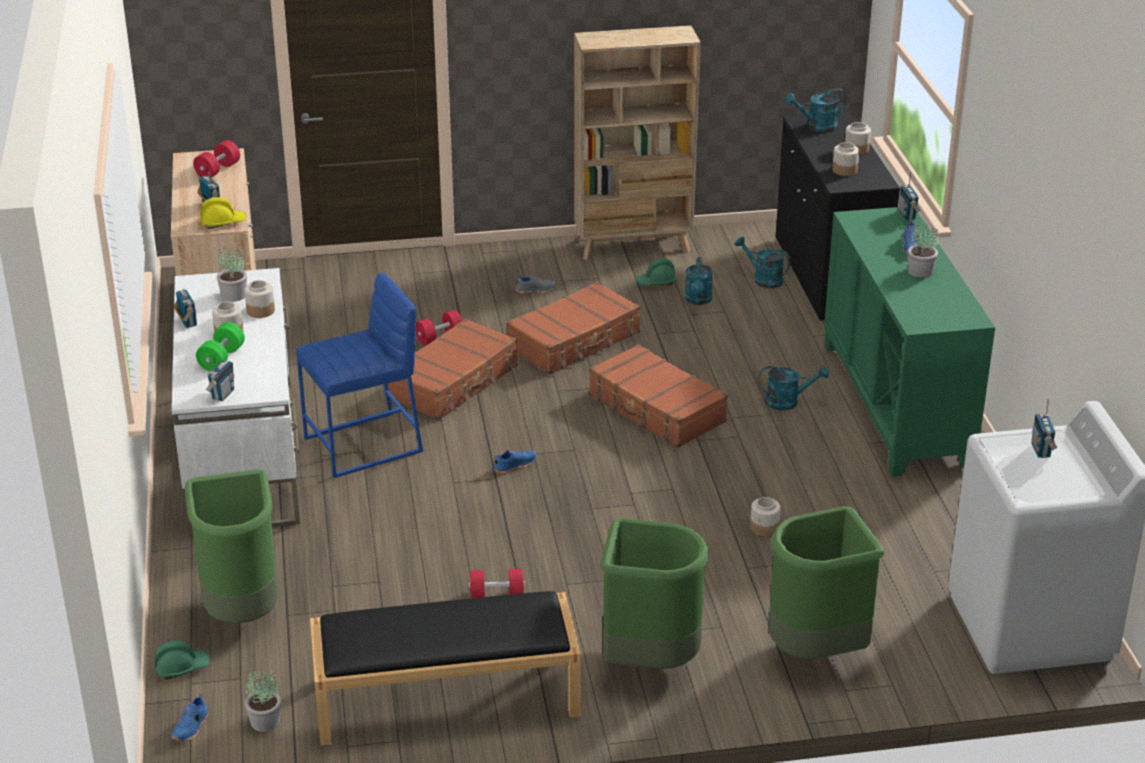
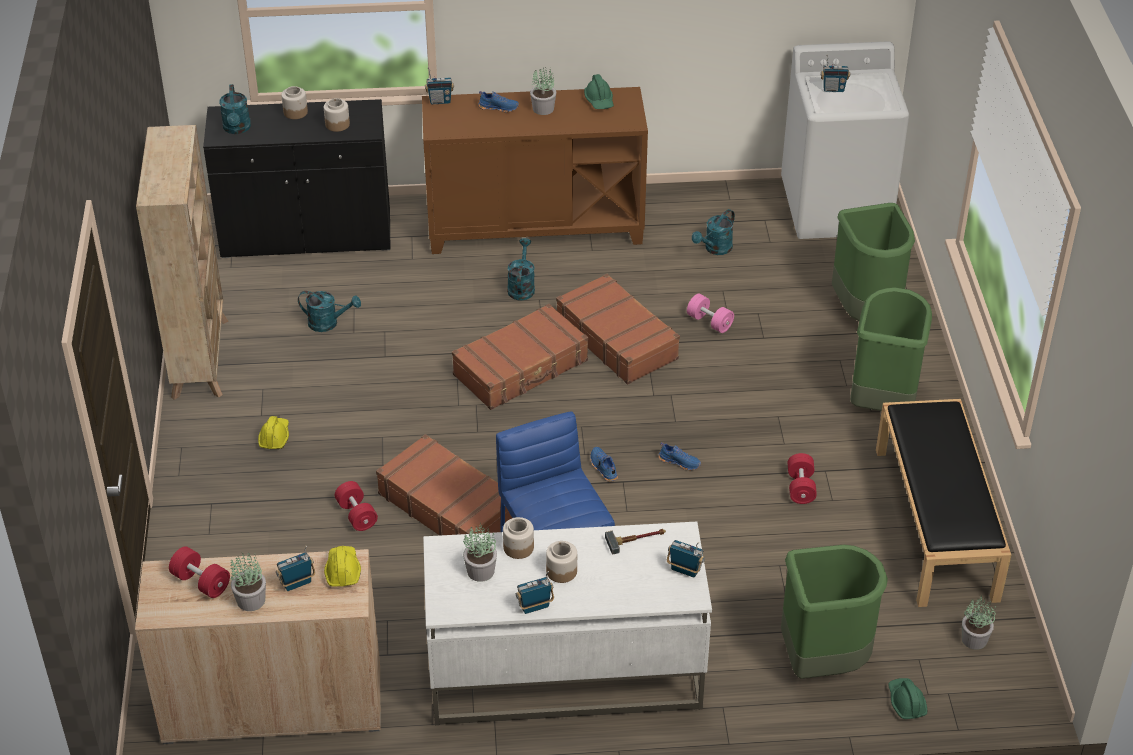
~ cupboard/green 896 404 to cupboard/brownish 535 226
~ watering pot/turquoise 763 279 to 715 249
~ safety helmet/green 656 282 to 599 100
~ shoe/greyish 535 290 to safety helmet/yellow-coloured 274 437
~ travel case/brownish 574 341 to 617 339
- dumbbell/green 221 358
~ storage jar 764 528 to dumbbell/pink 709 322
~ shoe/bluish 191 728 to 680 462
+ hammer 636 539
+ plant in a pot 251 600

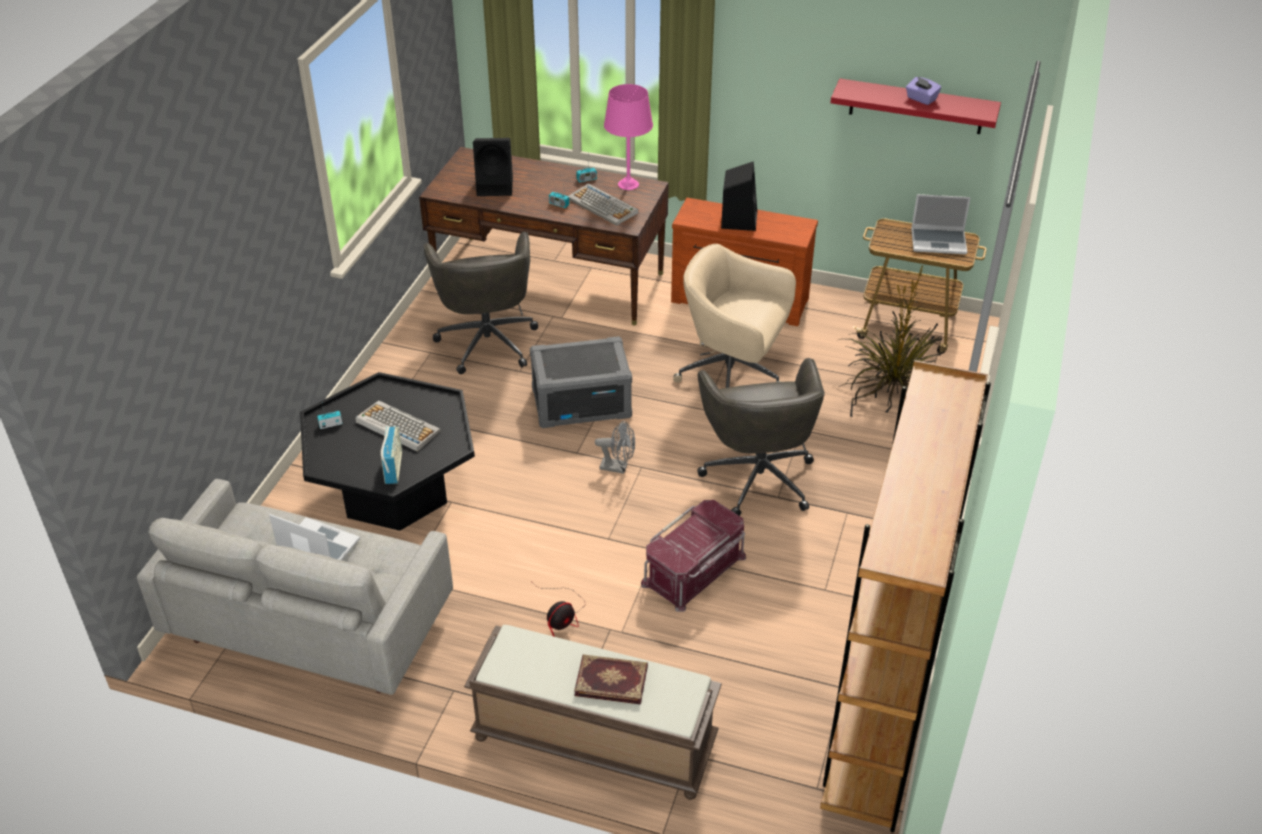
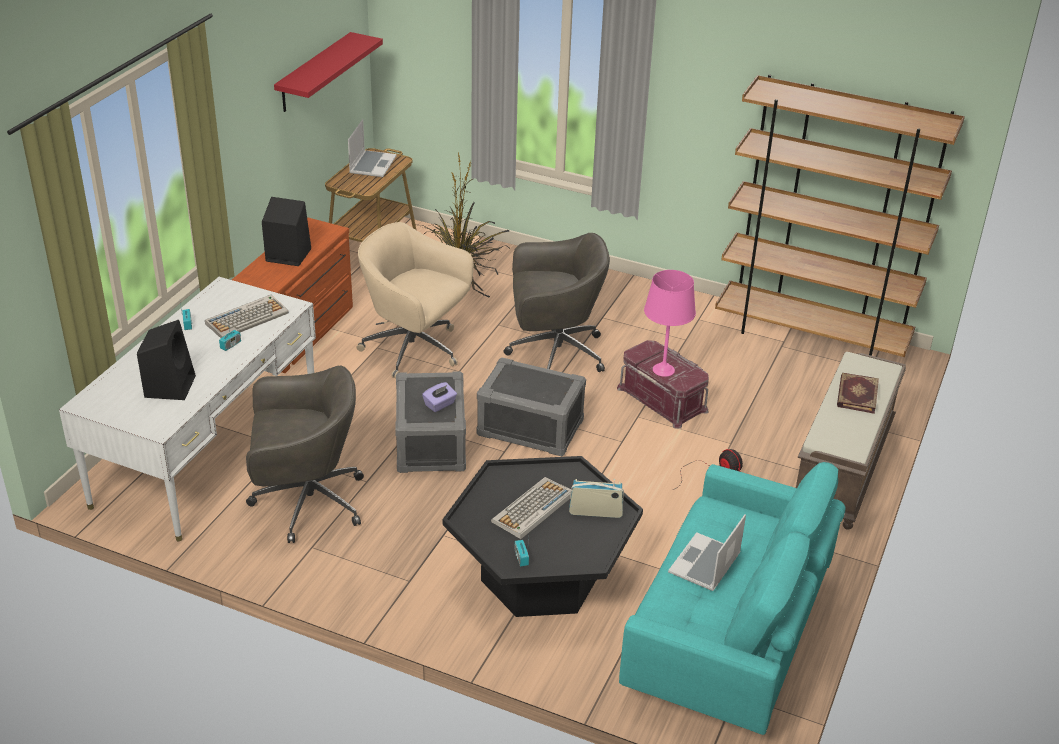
~ tissue box/purplish 921 99 to 440 405
~ tabletop lamp/pink 628 184 to 663 370
~ desk/brownish 549 279 to desk/white-coloured 207 451
~ computer chair/beige 733 376 = 414 350 90 degrees clockwise
~ cooling fan/greyish 618 467 to storage bin/greyish 529 428
~ couch/greyish 310 626 to couch/turquoise 727 638

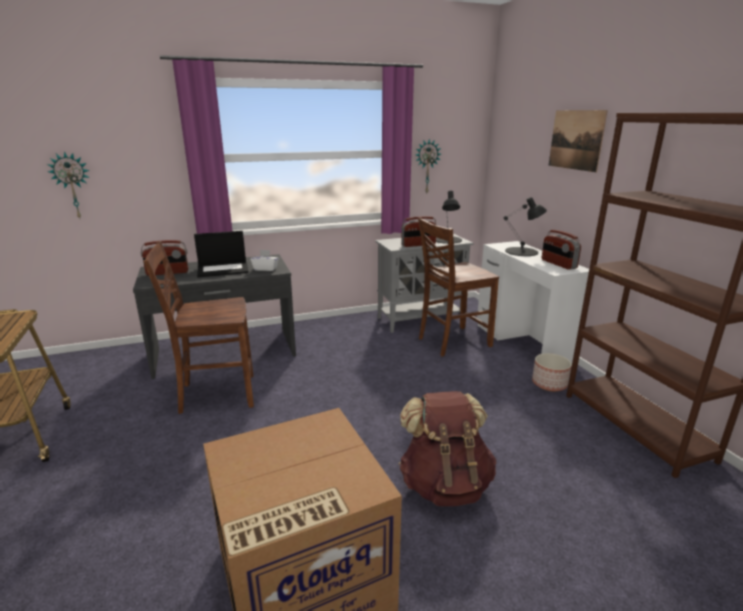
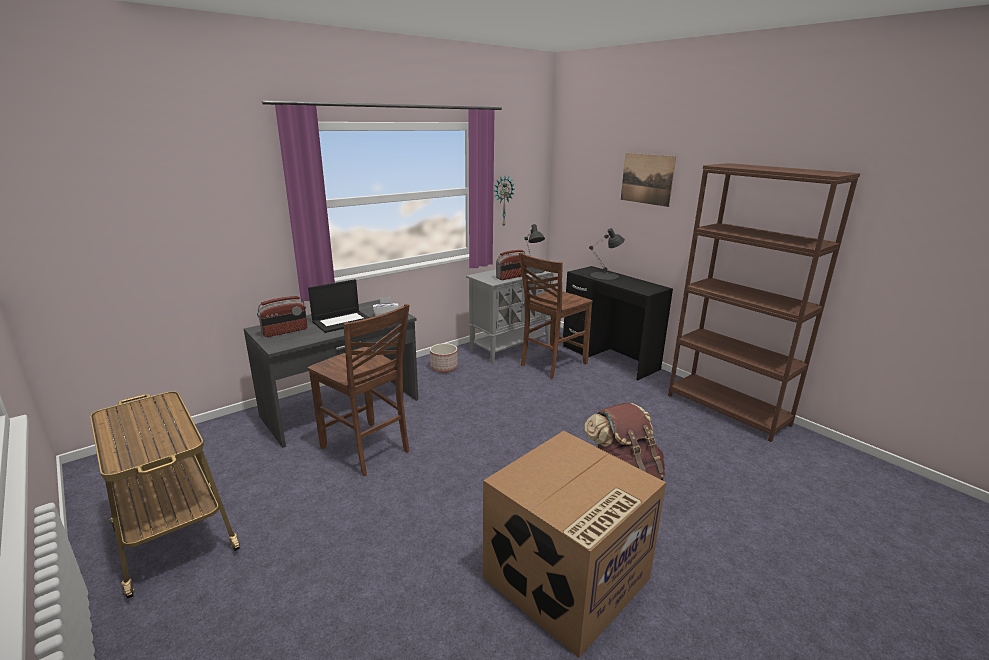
- clock on the wall 73 186
- radio 558 264
~ plain chair/brownish 216 394 = 367 449 105 degrees counterclockwise
~ desk/white-coloured 522 344 to desk/black-coloured 609 357
~ planter 549 384 to 444 367

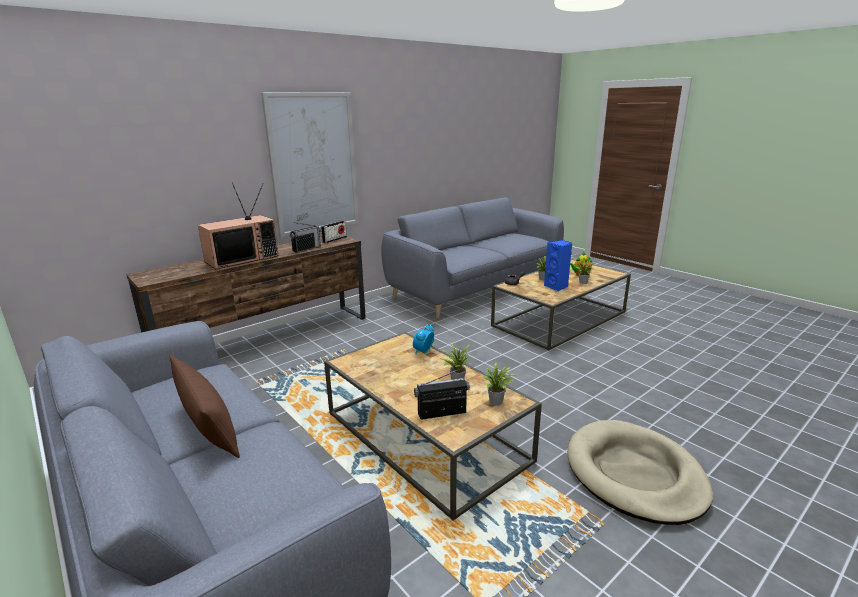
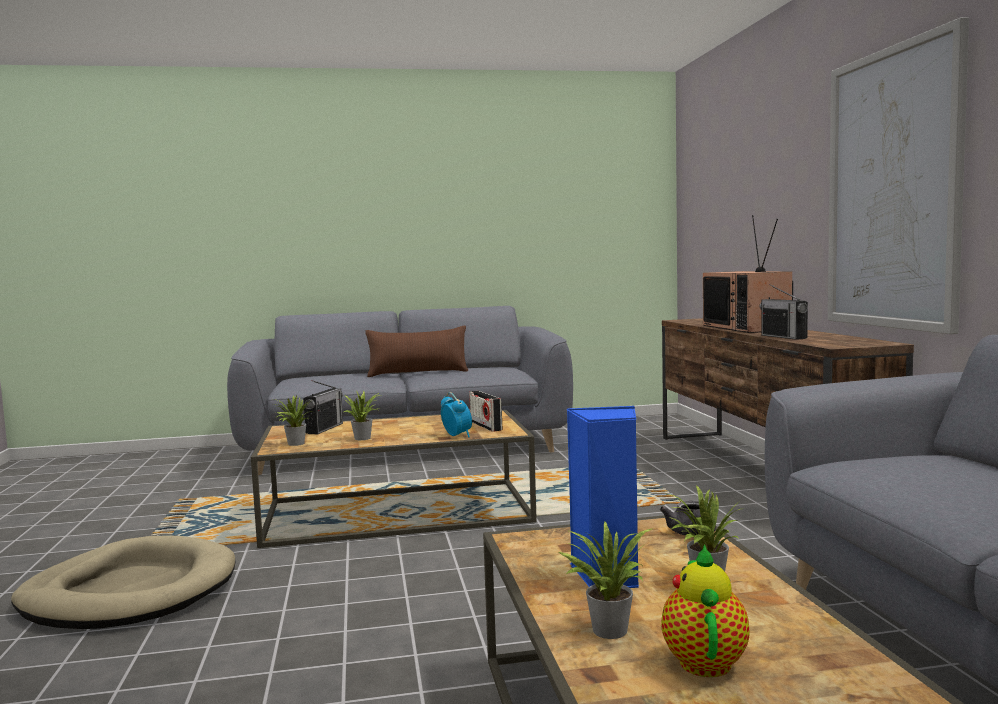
~ radio 334 239 to 485 426

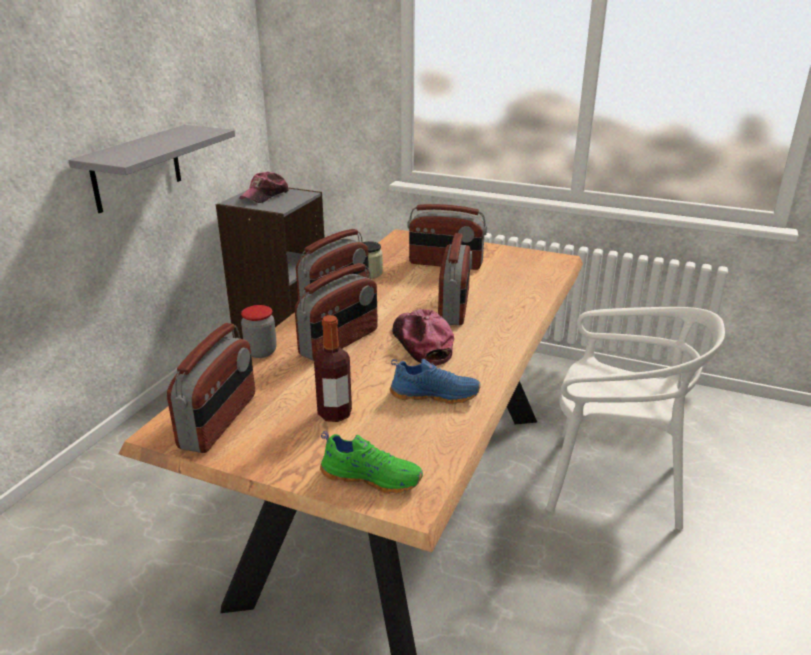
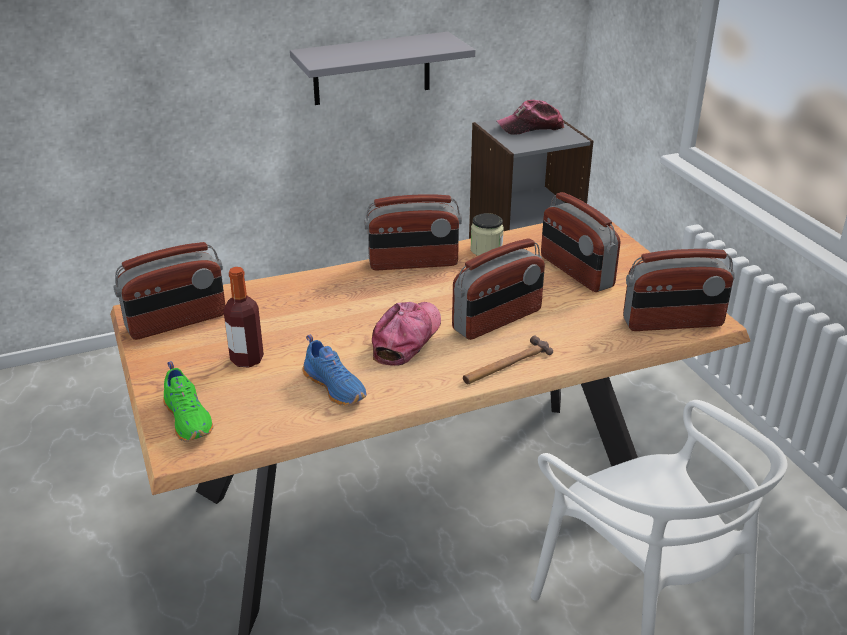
~ radio 340 342 to 673 323
- storage jar 261 352
+ hammer 506 365

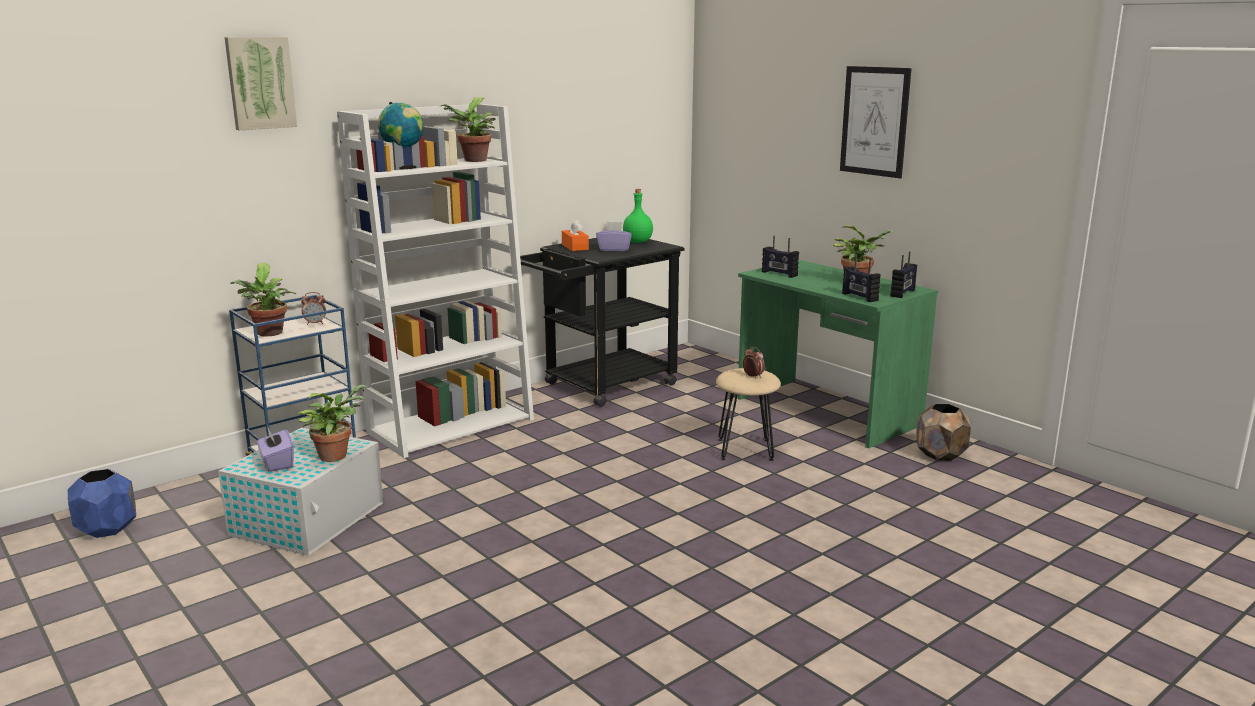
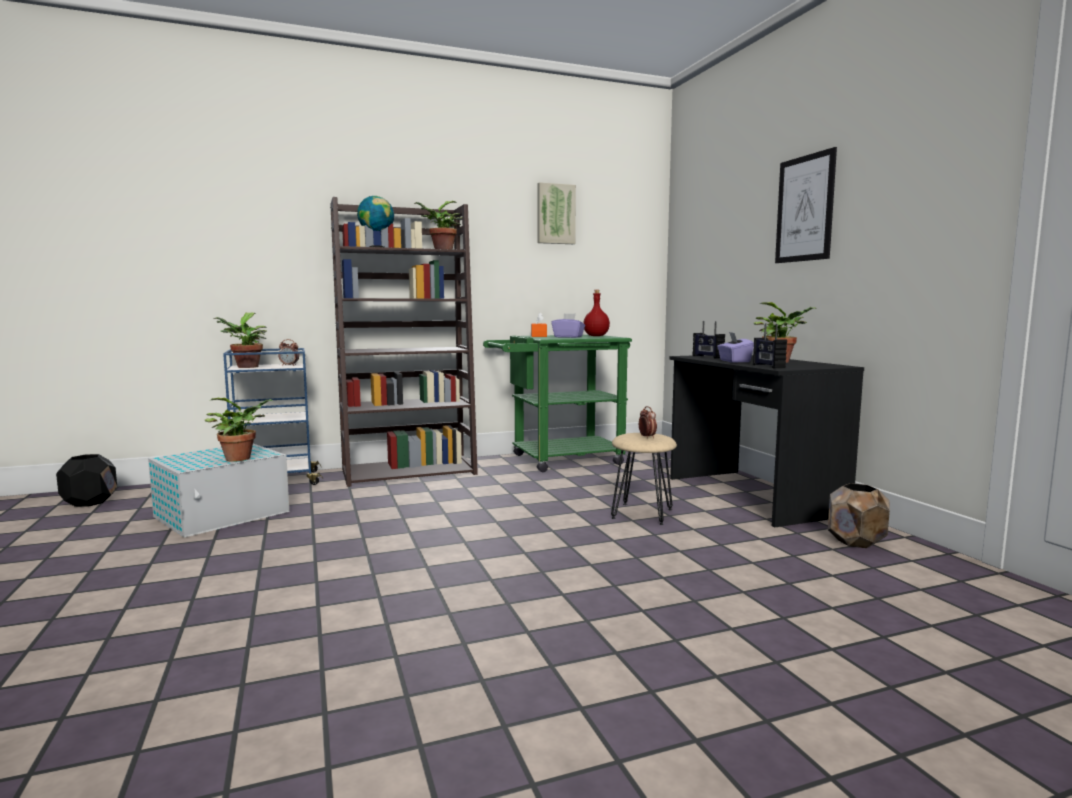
~ wall art 260 83 to 555 214
~ shelving unit/white-coloured 452 425 to shelving unit/brownish 410 471
~ beverage bottle/green 638 242 to beverage bottle/reddish 596 336
~ wheeled cart/black-coloured 601 386 to wheeled cart/green 557 460
- radio 903 293
~ desk/green 826 412 to desk/black-coloured 751 496
~ tissue box/purplish 277 463 to 734 361
~ planter/bluish 108 529 to planter/black-coloured 90 502

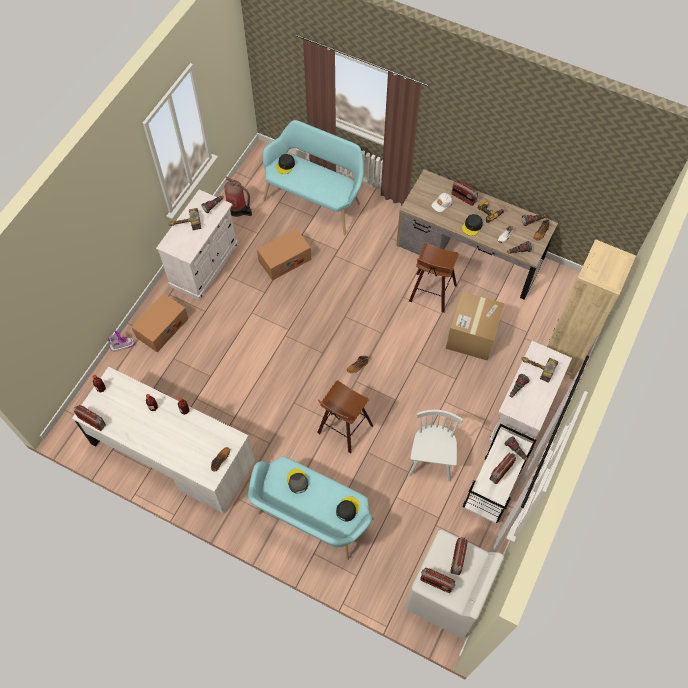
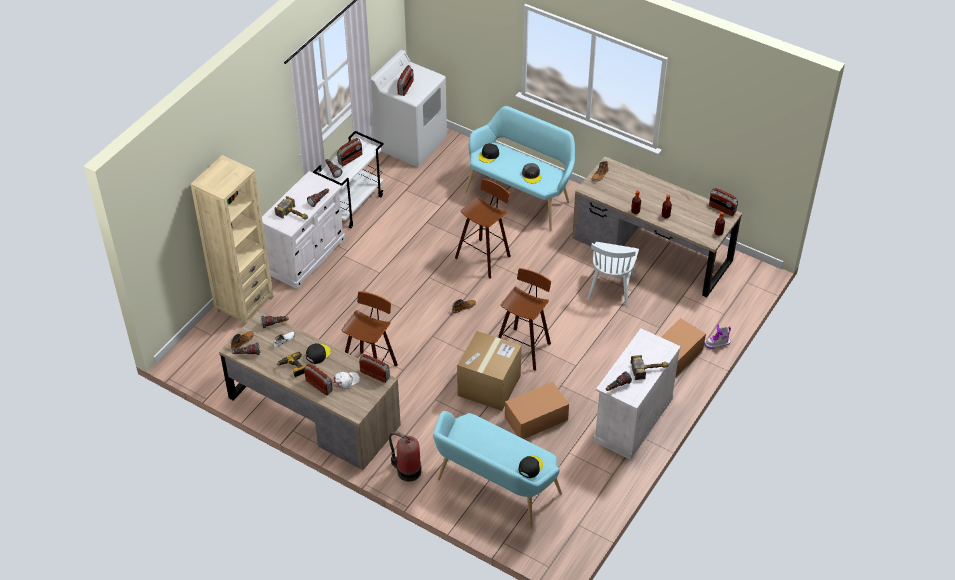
~ fire extinguisher 238 209 to 407 470
~ carton 471 336 to 489 386
~ desk/white-coloured 172 452 to desk/brownish 652 250
~ plain chair/white-coloured 431 457 to 611 286
~ radio 436 583 to 375 374
+ stool 523 347

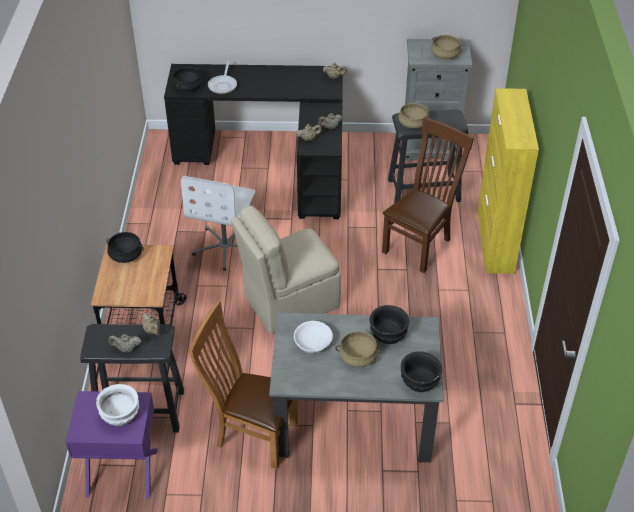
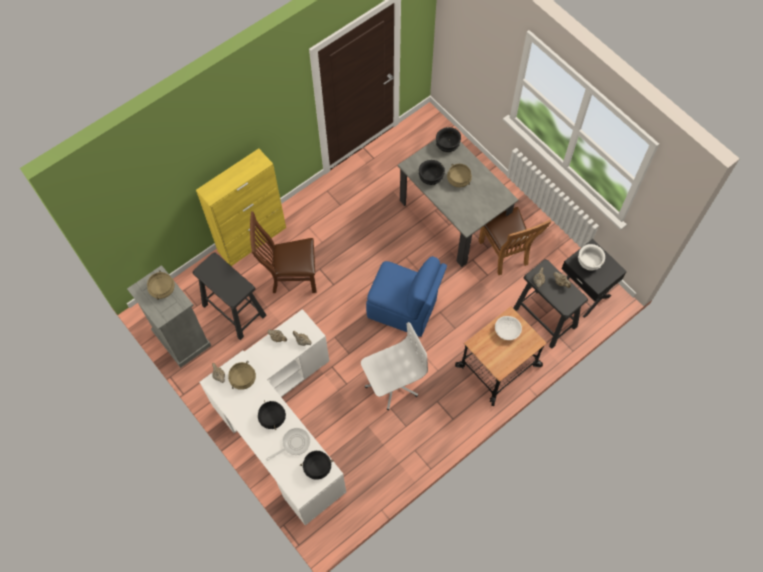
~ desk/black-coloured 274 161 to desk/white-coloured 282 427
~ stockpot/beige 413 123 to 242 378
~ plain chair/beige 289 302 to plain chair/bluish 403 309
~ stockpot/black-coloured 126 255 to 272 417
~ serving bowl/white-coloured 313 343 to 507 330
~ nightstand/purplish 122 473 to nightstand/black-coloured 584 292

